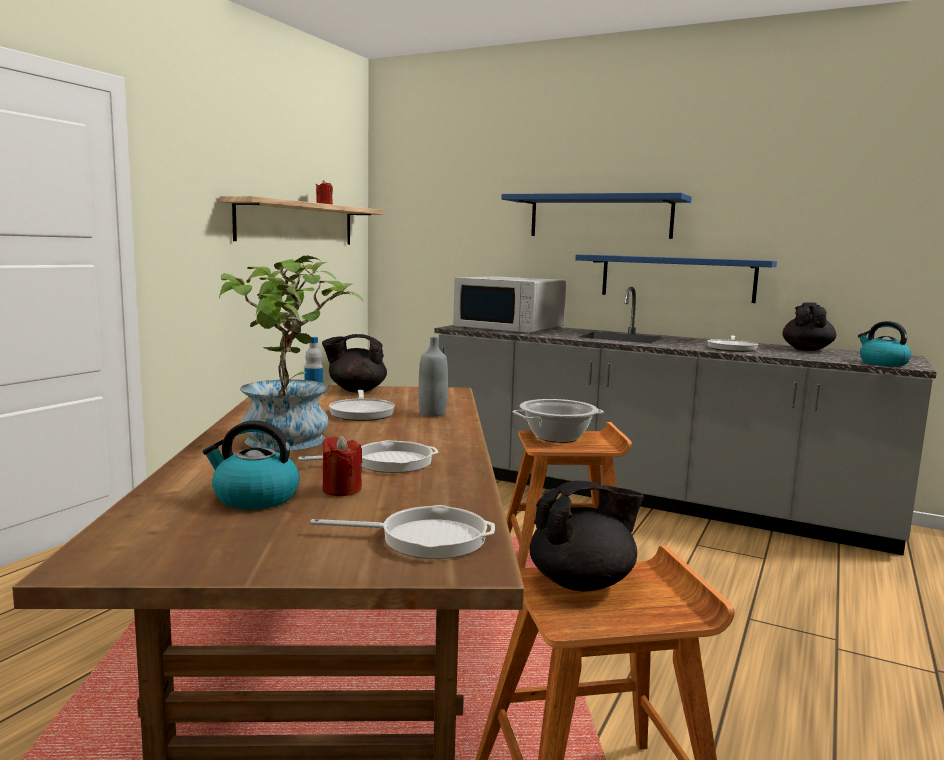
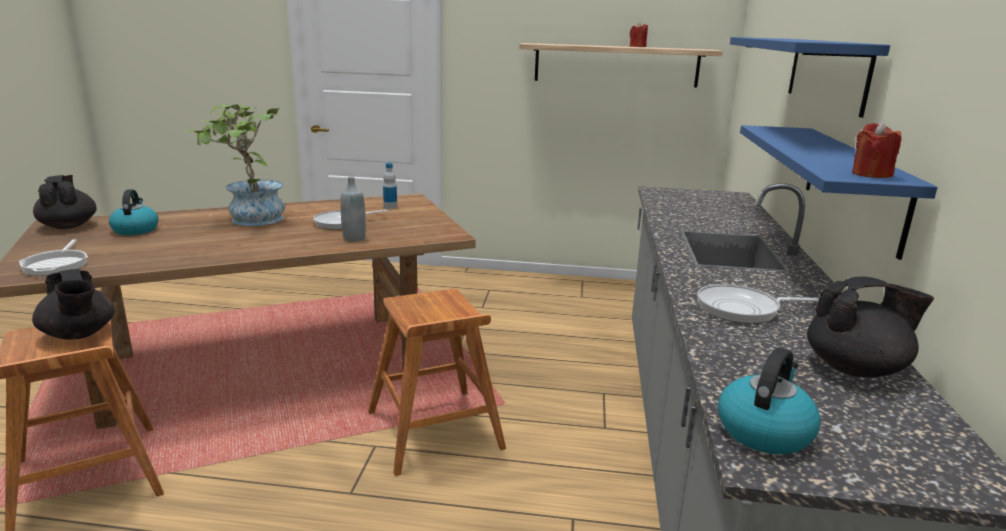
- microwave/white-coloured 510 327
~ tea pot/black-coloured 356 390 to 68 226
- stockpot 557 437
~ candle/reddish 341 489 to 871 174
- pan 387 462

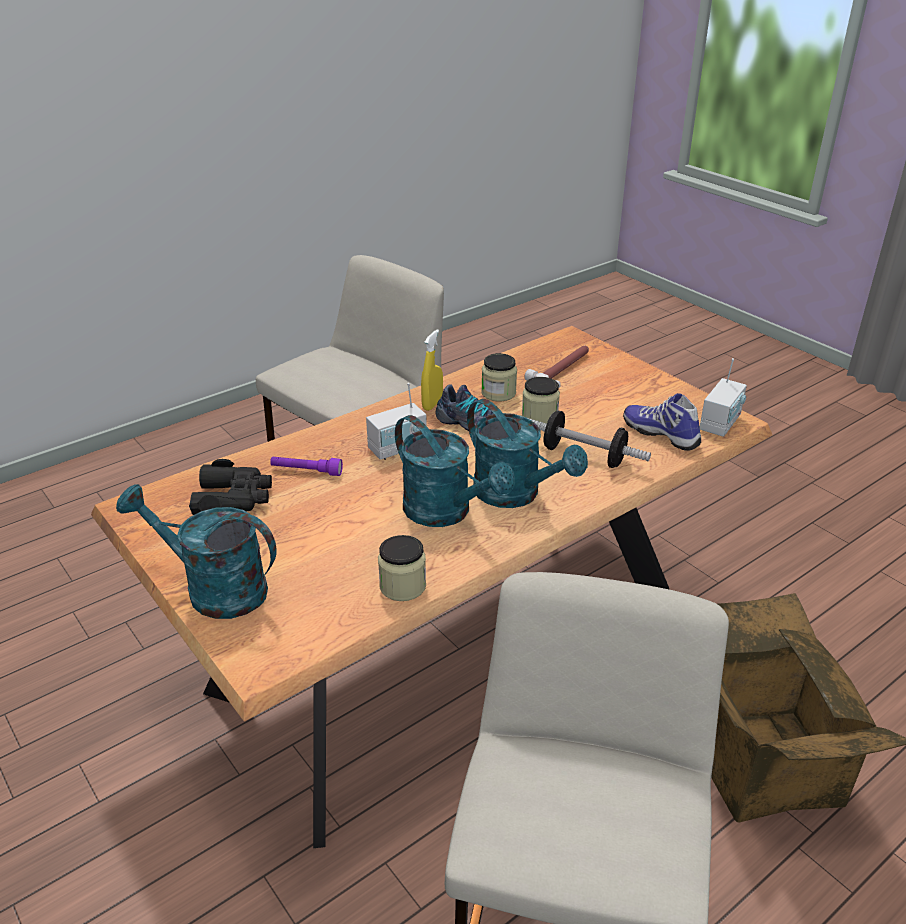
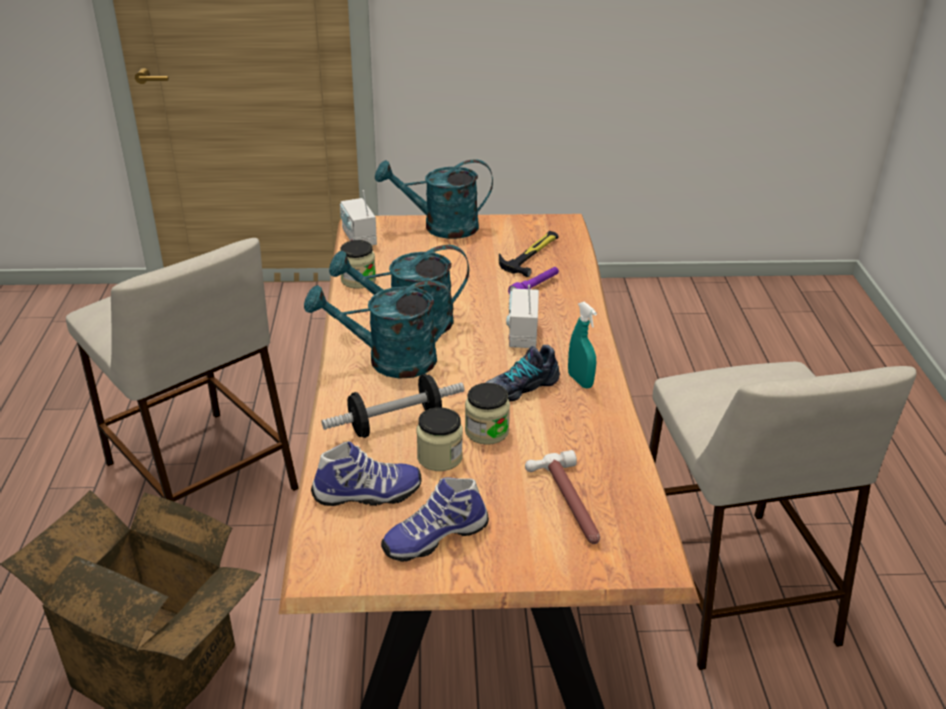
~ spray bottle/yellow-coloured 432 404 to spray bottle/turquoise 580 381
~ storage jar 498 393 to 439 457
~ radio 720 424 to 359 238
~ field glasses/black-coloured 233 498 to hammer 531 254
~ watering pot/turquoise 214 589 = 440 227 150 degrees counterclockwise
+ shoe 434 536

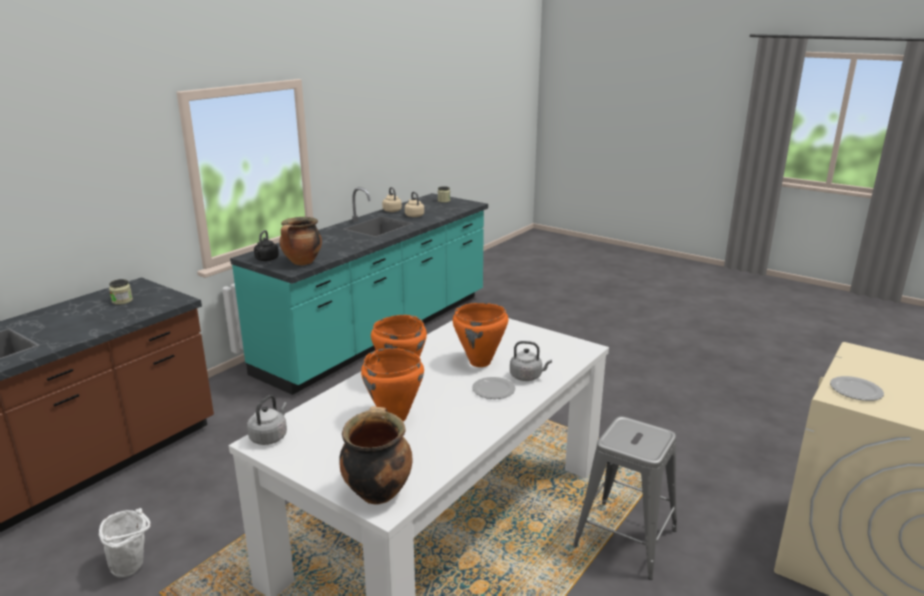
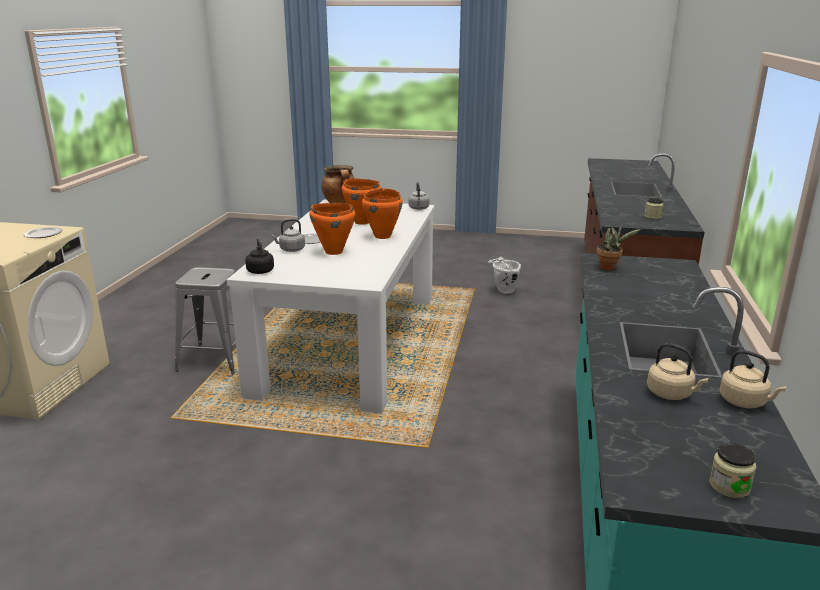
~ stockpot 302 263 to plant in a pot 610 267
~ water kettle/black-coloured 266 259 to 260 271

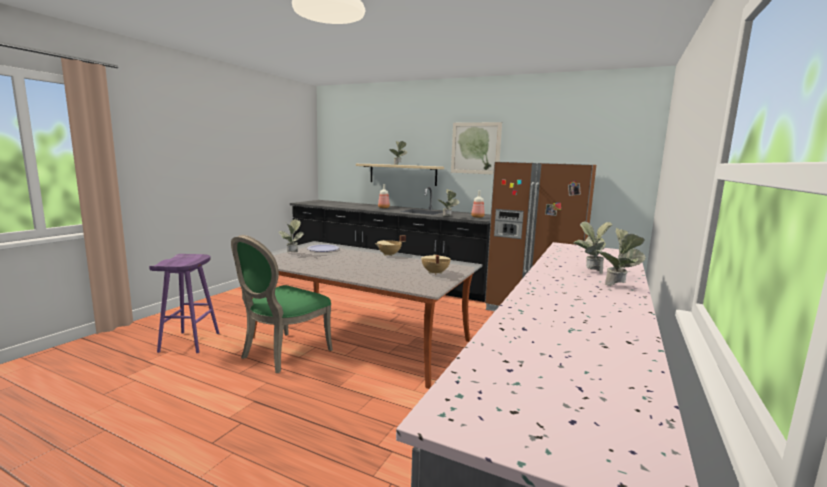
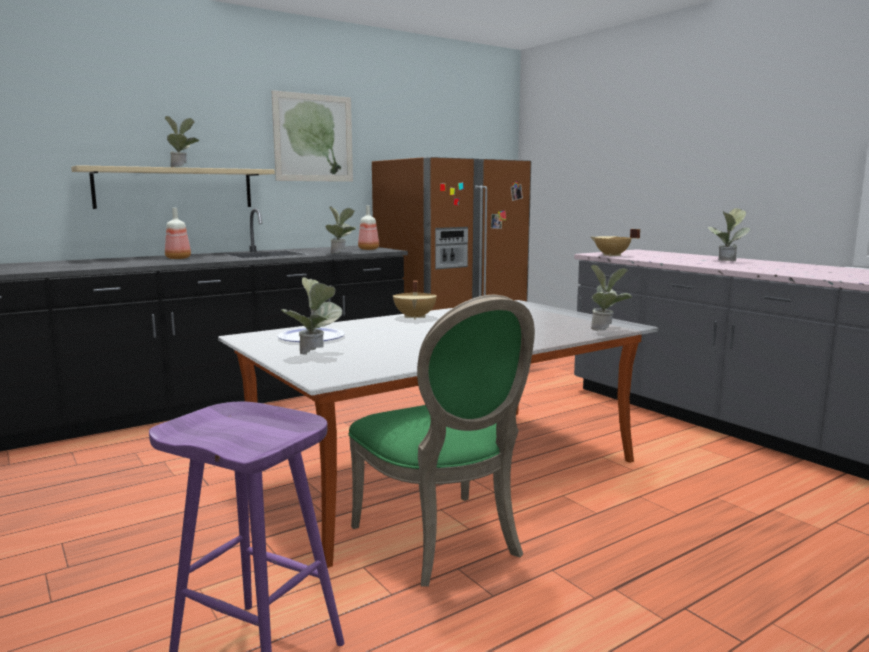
~ plant in a pot 618 287 to 606 329
~ stockpot/beige 434 273 to 612 255

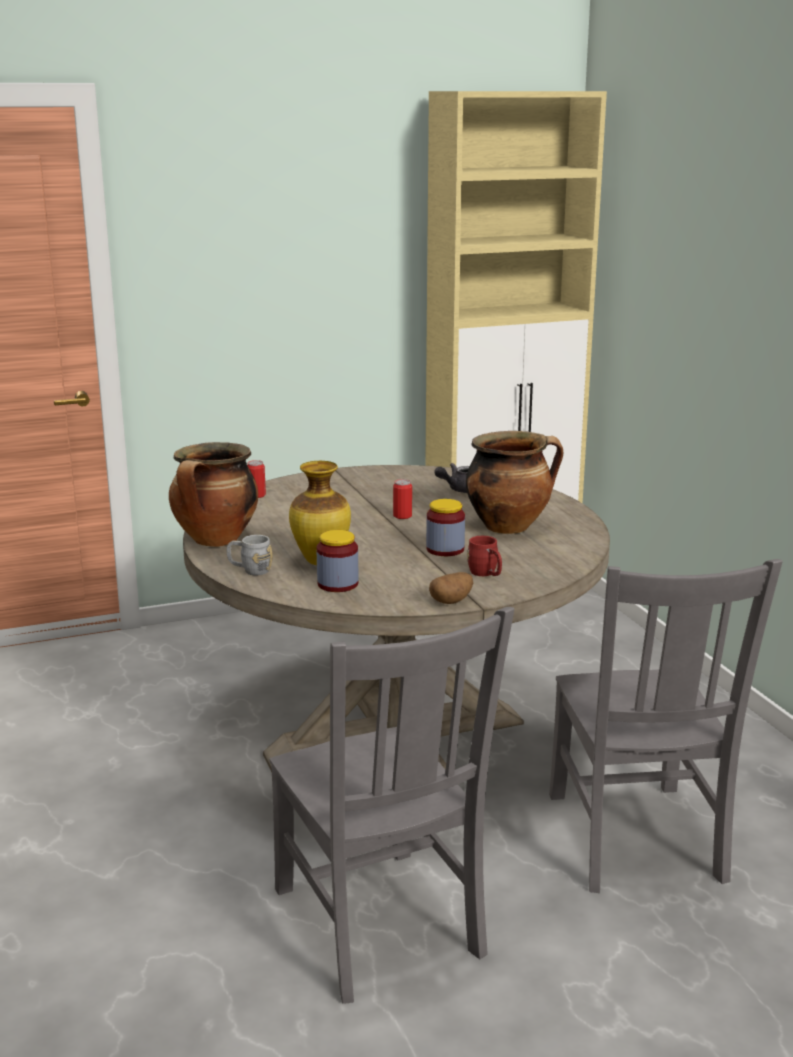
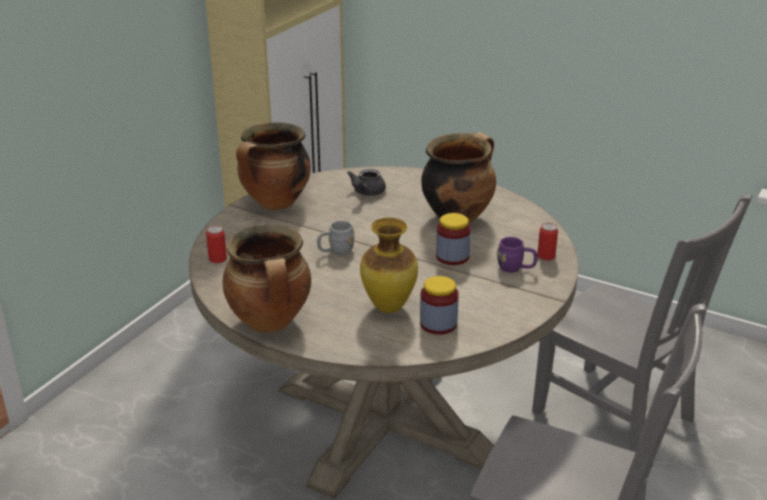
~ sealed can 402 516 to 546 256
~ mug/greyish 250 570 to 336 251
~ mug/reddish 486 574 to mug/purplish 515 268
- potato 451 601
+ stockpot 275 203

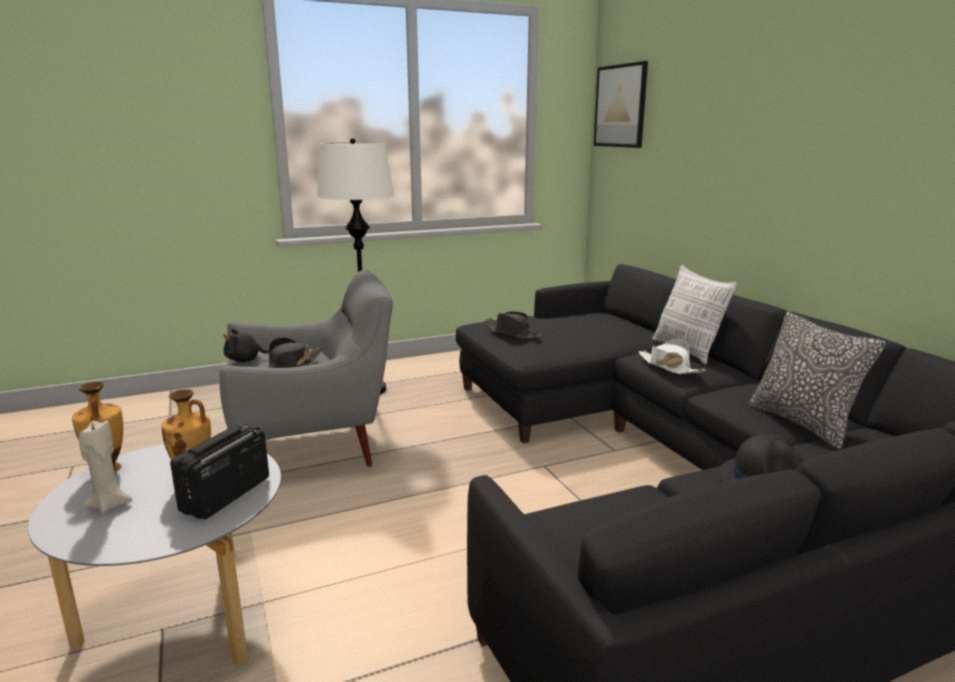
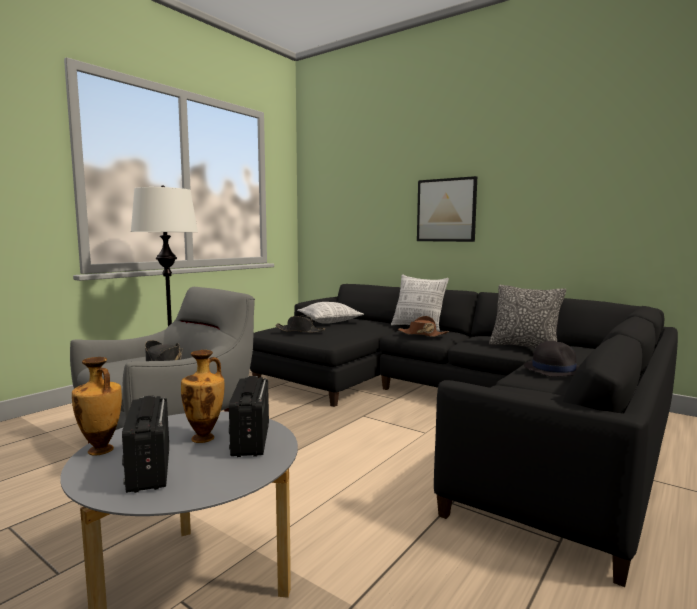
~ wall art 620 106 to 446 210
- cuddly toy/black-coloured 246 360
~ hat/white-coloured 669 366 to hat/brownish 422 334
~ candle/beige 109 505 to radio 149 469
+ pillow 330 321

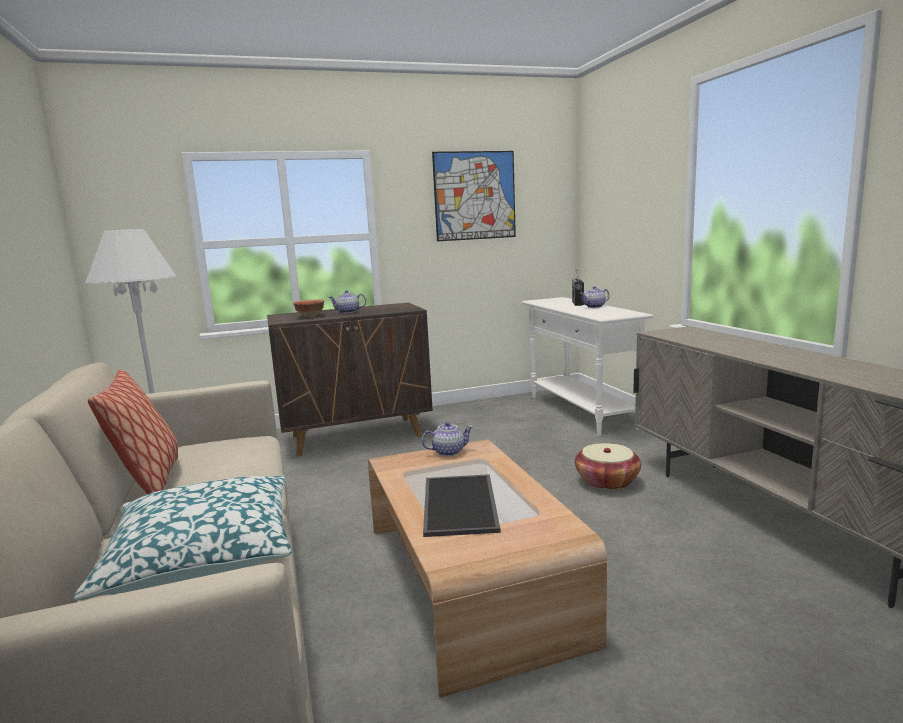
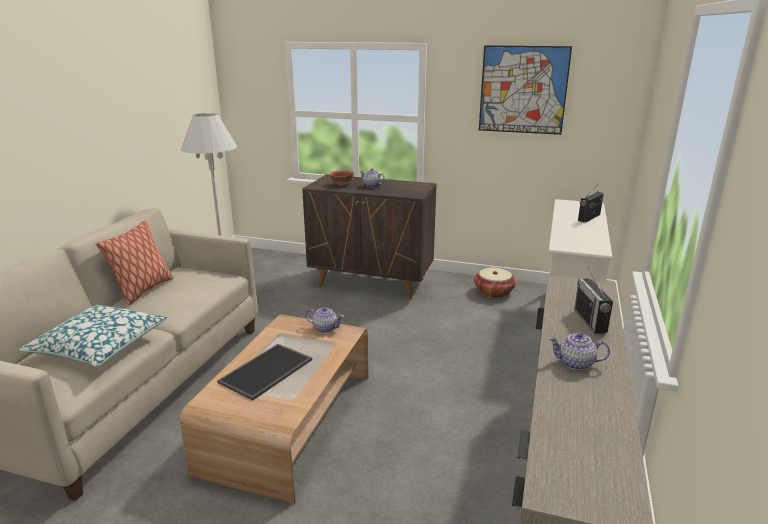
~ tea pot 594 307 to 575 363
~ basket 607 481 to 493 292
+ radio 590 321

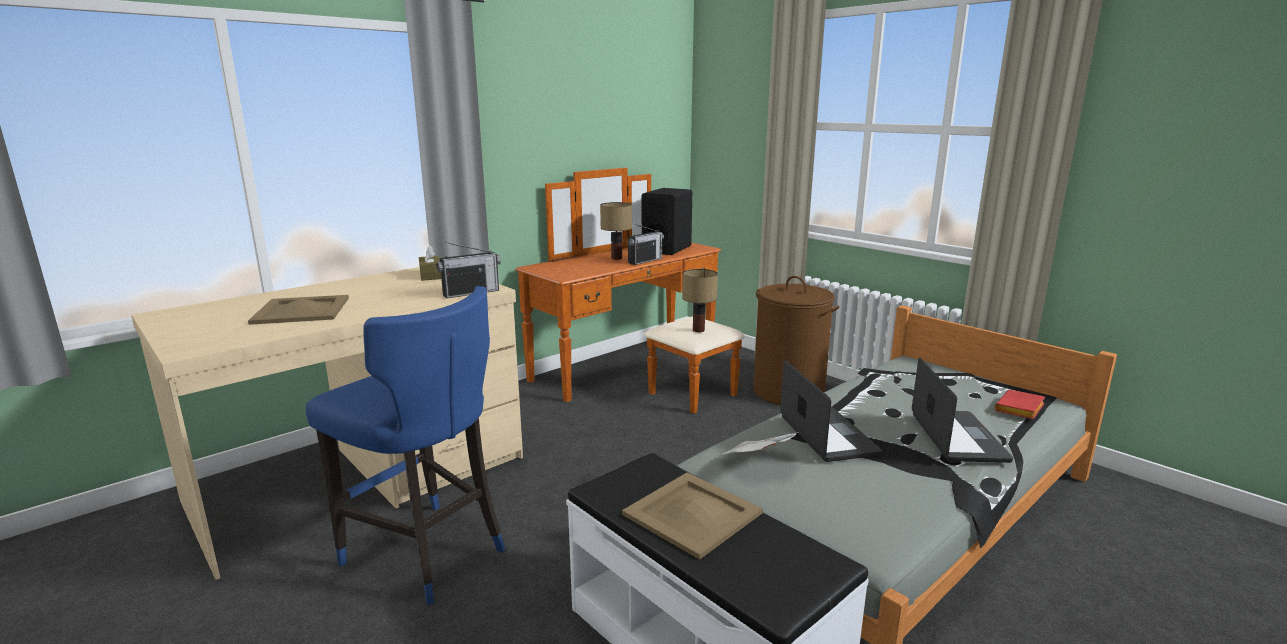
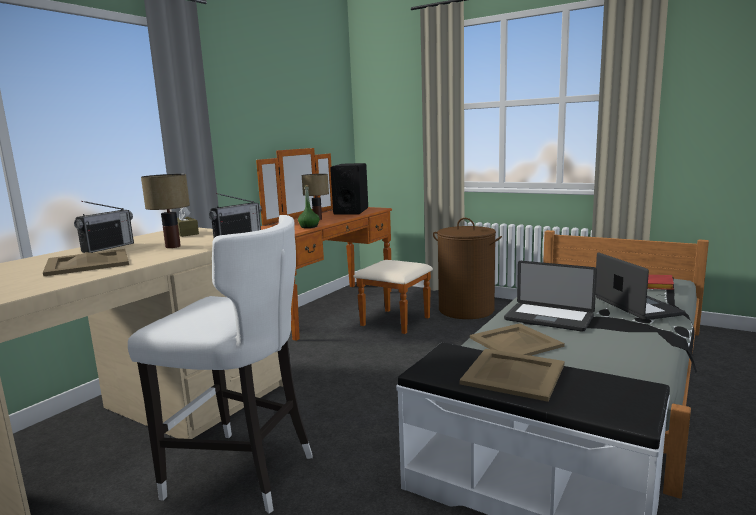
~ radio 645 261 to 108 248
~ tabletop lamp 698 330 to 173 246
~ stool/bluish 427 554 to stool/white-coloured 243 473
~ notebook computer 827 435 = 548 318 150 degrees clockwise
~ daily paper 757 462 to serving tray/beige 514 342
+ beverage bottle/green 309 227

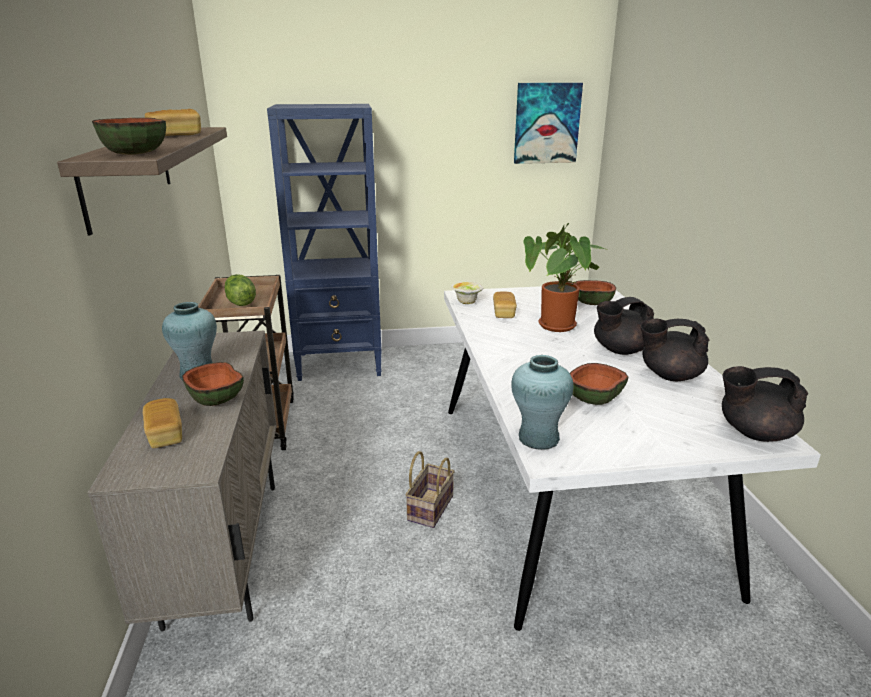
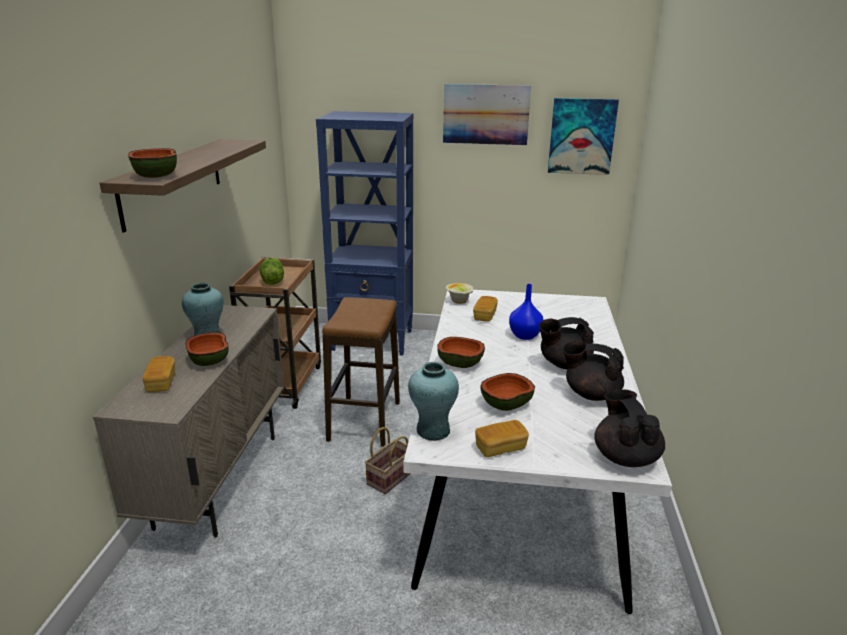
~ bakery bread 175 135 to 500 448
~ plant in a pot 558 327 to vase/bluish 524 336
~ serving bowl 591 303 to 459 364
~ tea pot/black-coloured 754 433 = 625 457 60 degrees clockwise
+ wall art 486 114
+ stool 364 421

